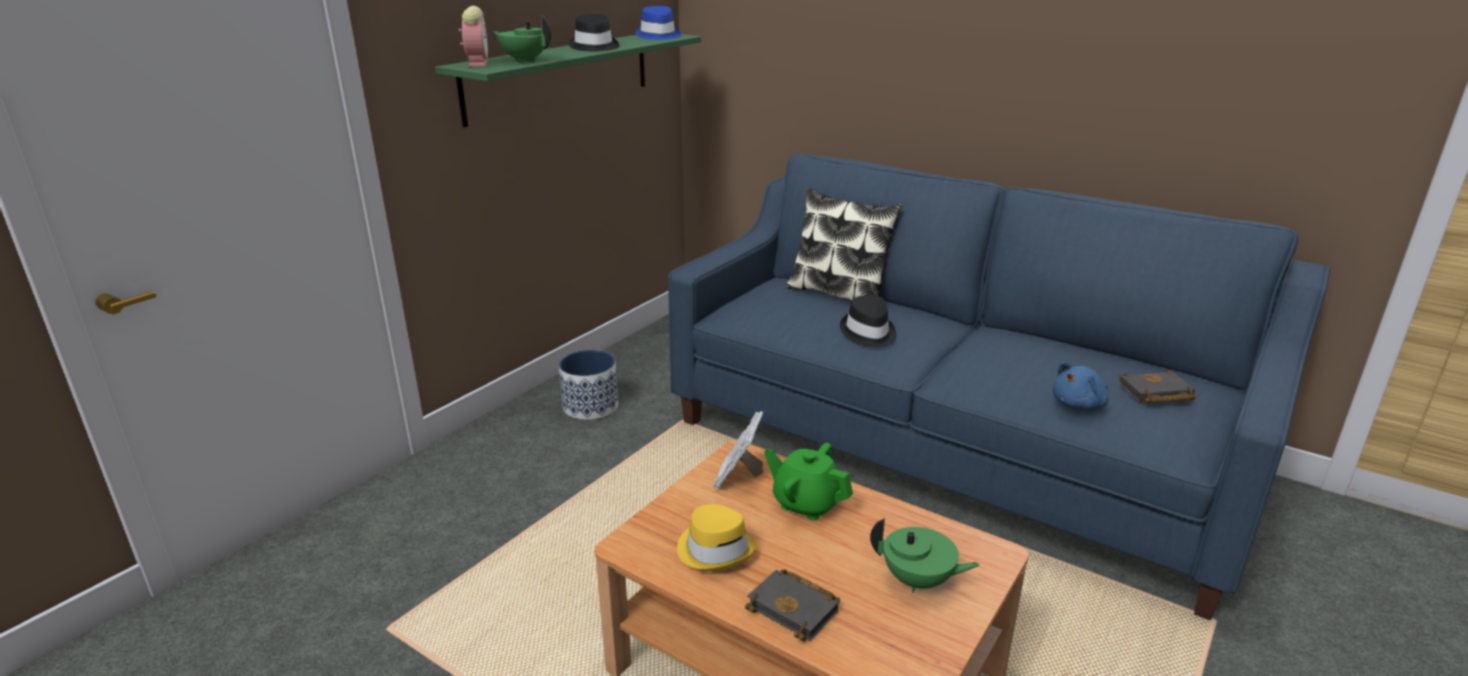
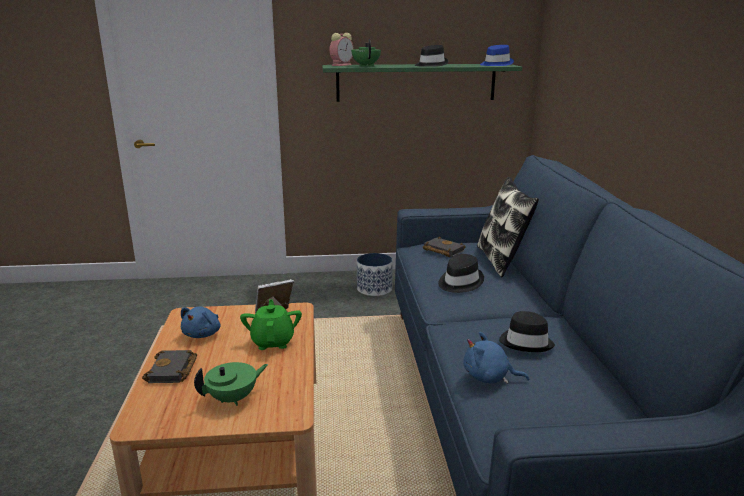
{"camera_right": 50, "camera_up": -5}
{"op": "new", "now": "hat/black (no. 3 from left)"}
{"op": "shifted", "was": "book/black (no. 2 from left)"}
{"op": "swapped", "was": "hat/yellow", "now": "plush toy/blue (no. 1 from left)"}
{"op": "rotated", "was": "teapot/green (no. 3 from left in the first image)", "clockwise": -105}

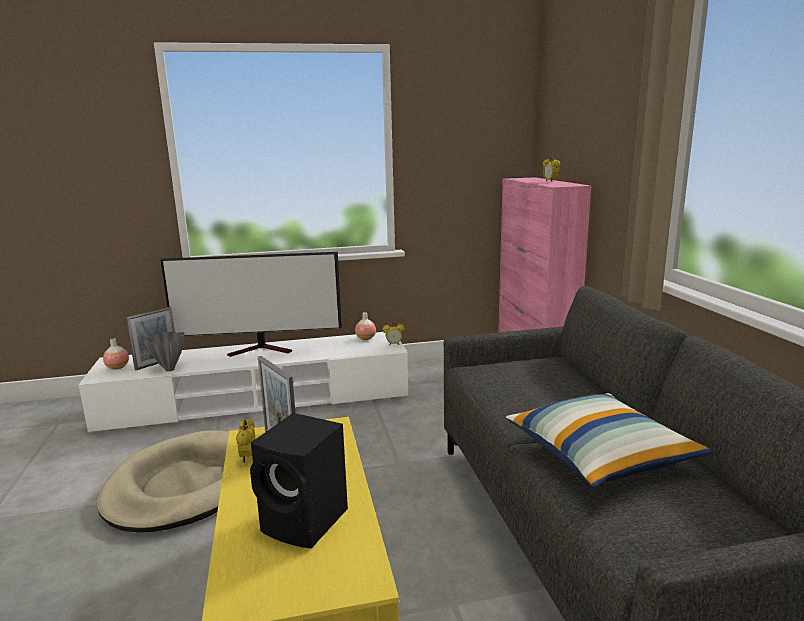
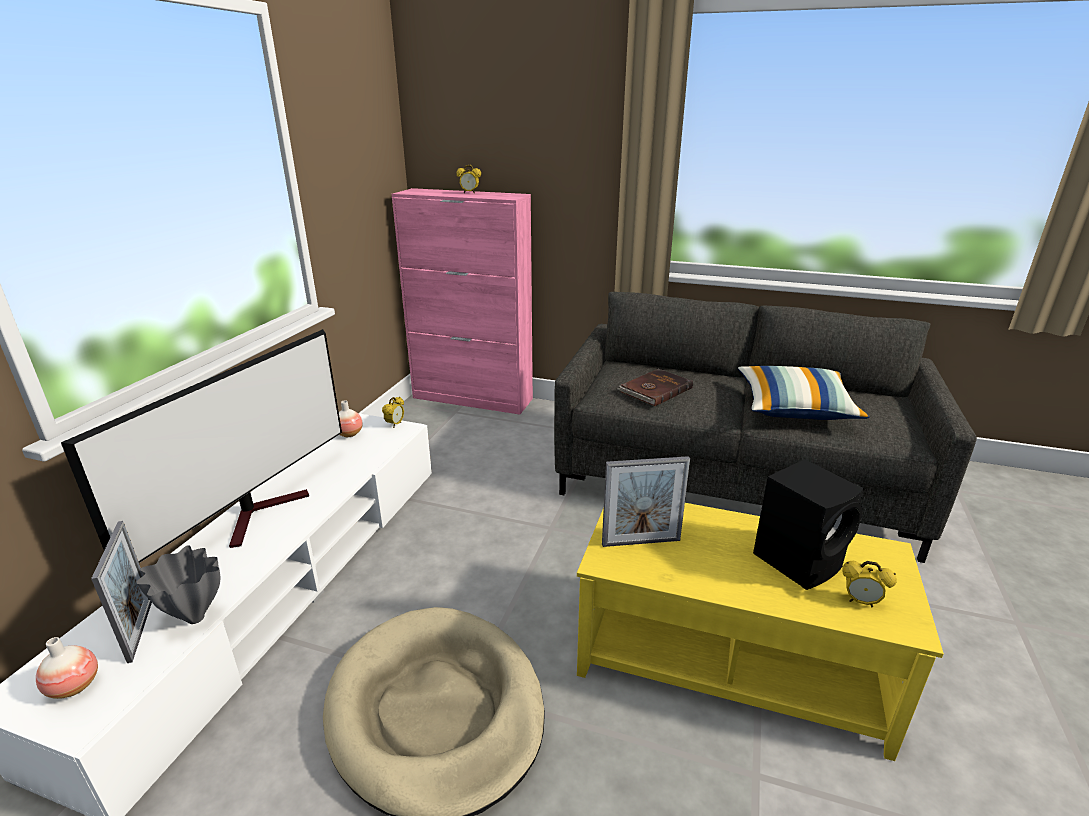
{"camera_right": -60, "camera_up": 10}
{"op": "new", "now": "book/brown"}
{"op": "shifted", "was": "alarm clock (no. 1 from left in the first image)", "now": "alarm clock (no. 3 from left)"}

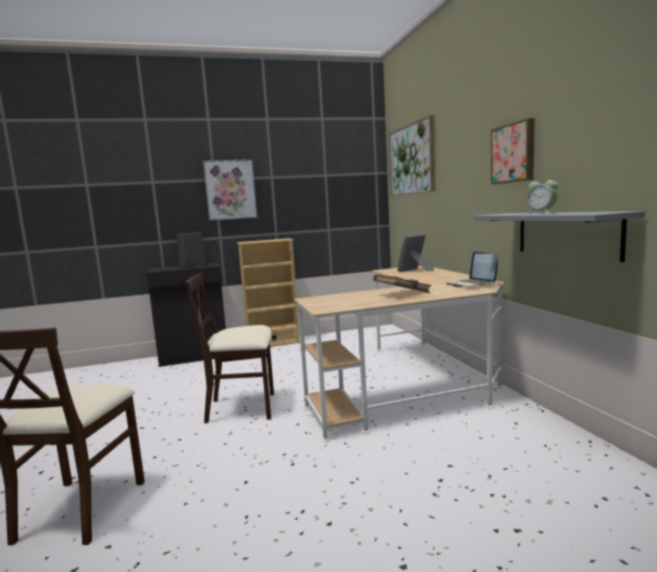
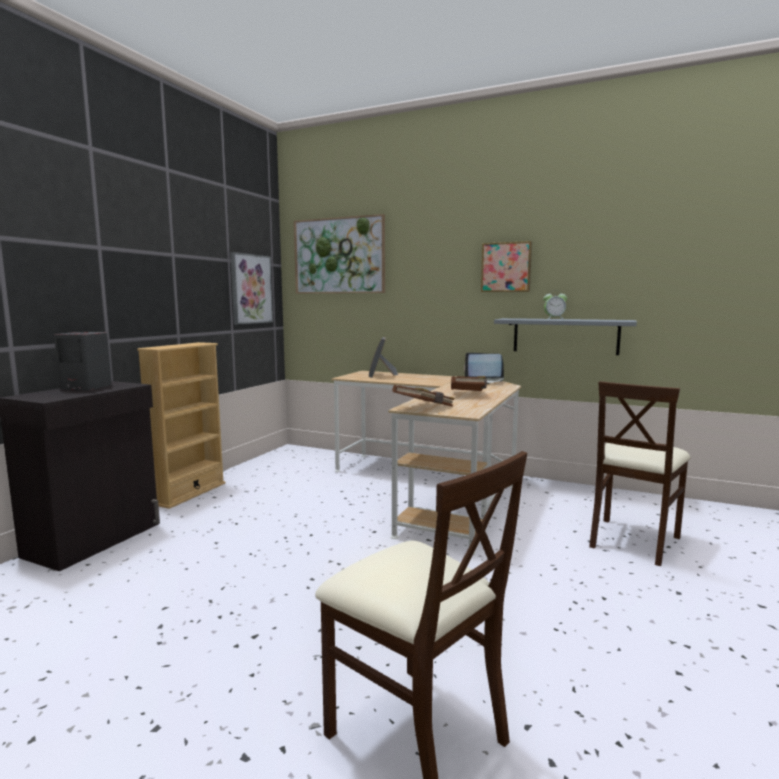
{"camera_right": -50, "camera_up": 0}
{"op": "new", "now": "book/brown (no. 1 from left)"}
{"op": "shifted", "was": "chair/beige (no. 2 from left)"}
{"op": "shifted", "was": "picture (no. 1 from left)"}

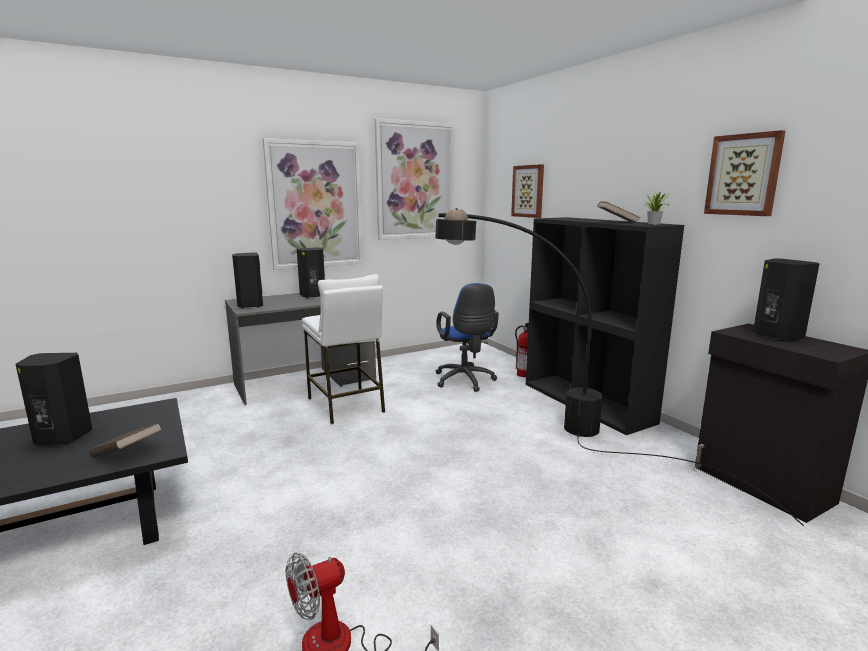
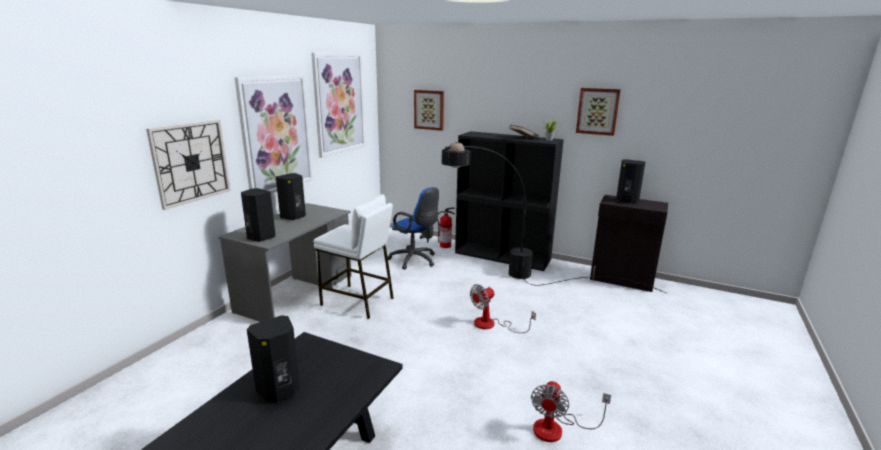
{"camera_right": -35, "camera_up": 5}
{"op": "gone", "was": "book/brown (no. 1 from left)"}
{"op": "new", "now": "wall clock"}
{"op": "new", "now": "fan (no. 1 from left)"}

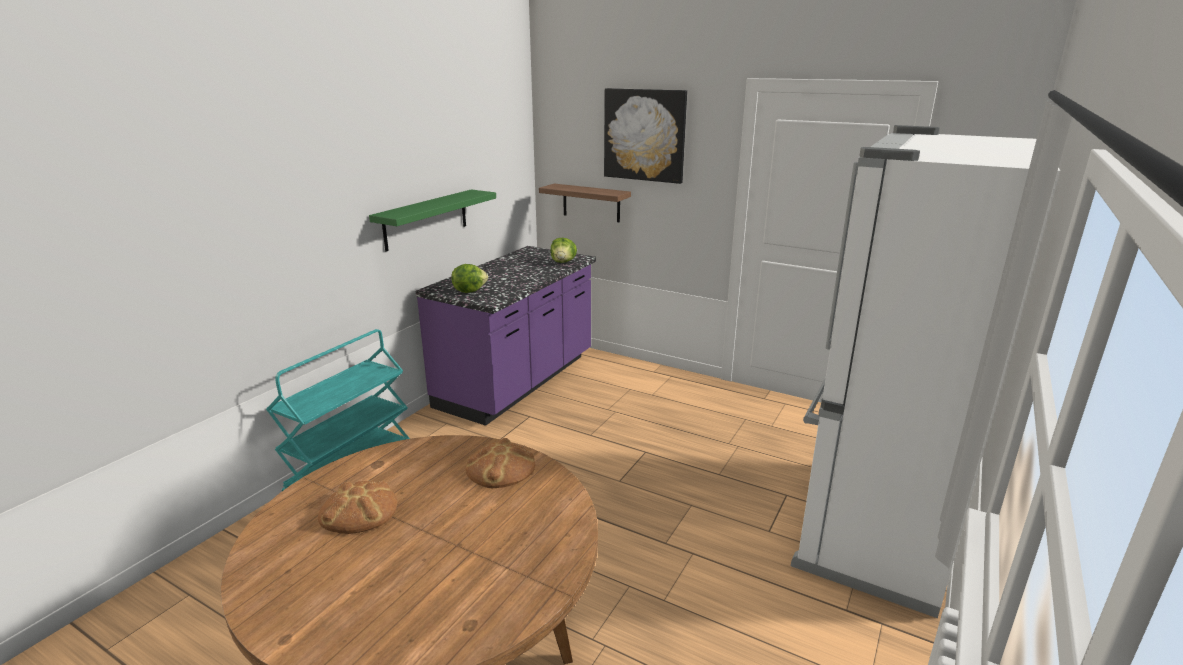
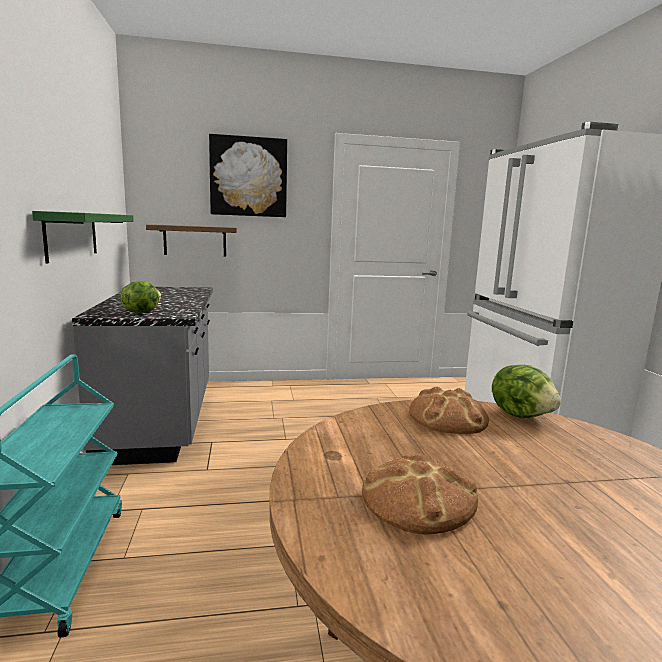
{"camera_right": -40, "camera_up": -10}
{"op": "shifted", "was": "lettuce (no. 2 from left)"}
{"op": "repainted", "was": "counter/purple", "now": "counter/grey"}

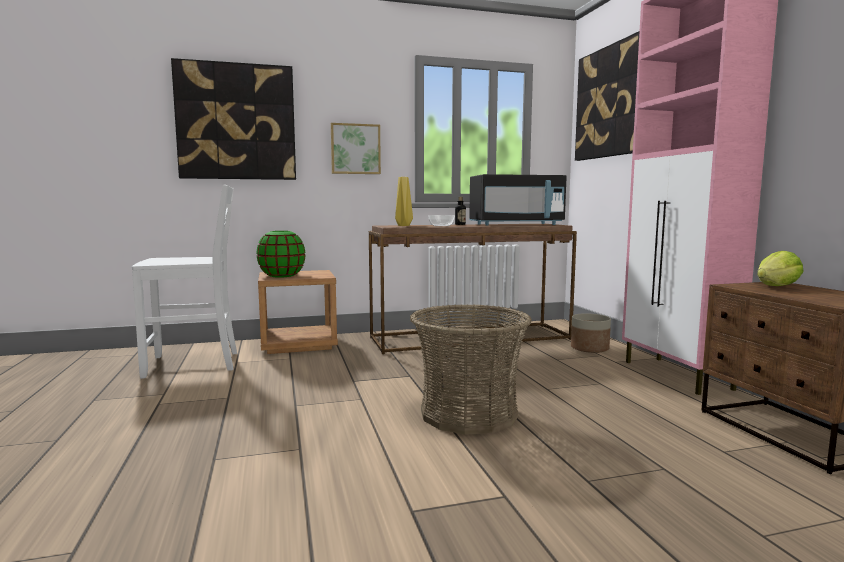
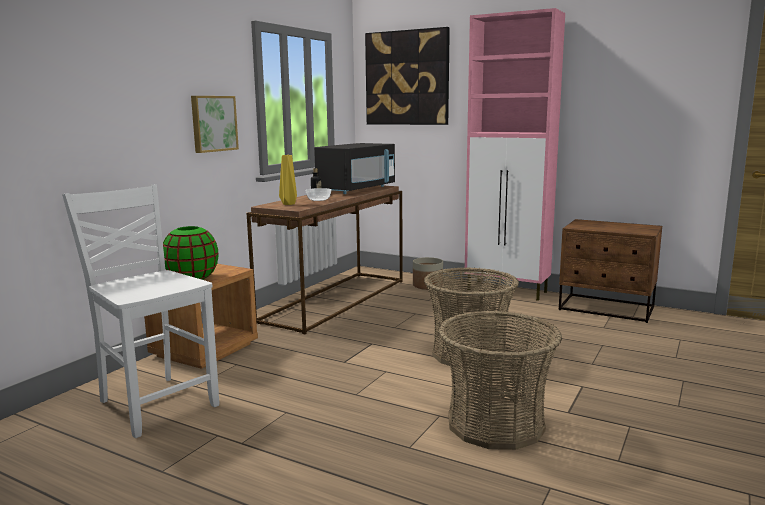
{"camera_right": -45, "camera_up": 5}
{"op": "gone", "was": "picture (no. 1 from left)"}
{"op": "gone", "was": "lettuce"}
{"op": "new", "now": "basket (no. 2 from left)"}
{"op": "rotated", "was": "chair/white", "clockwise": -75}

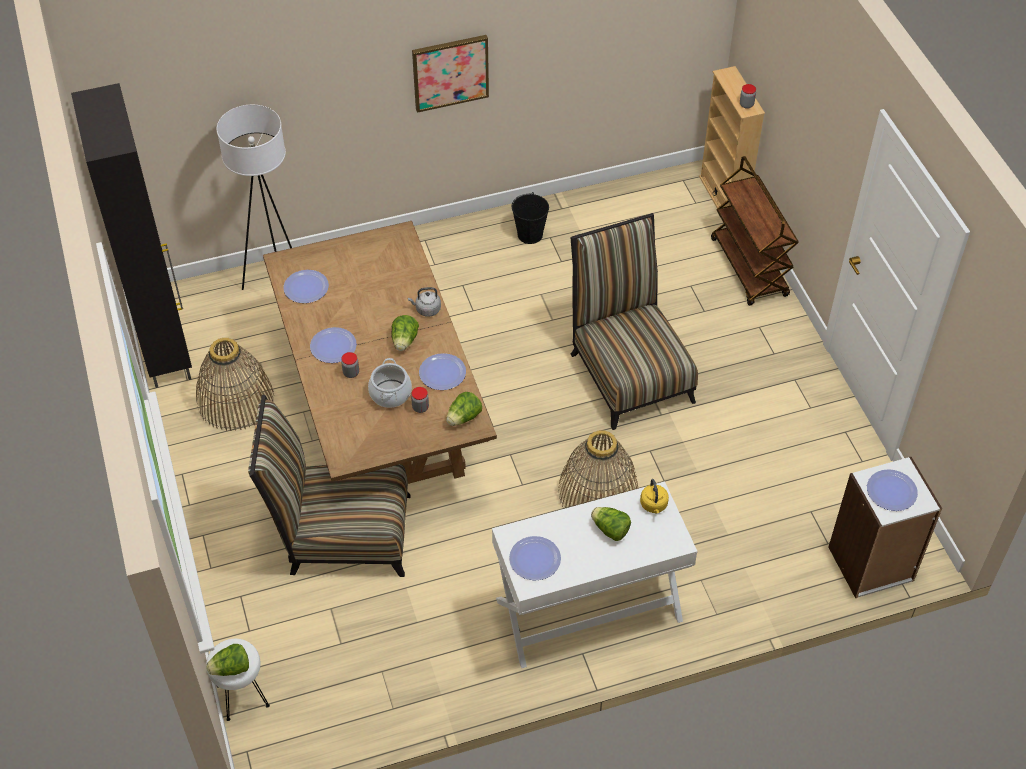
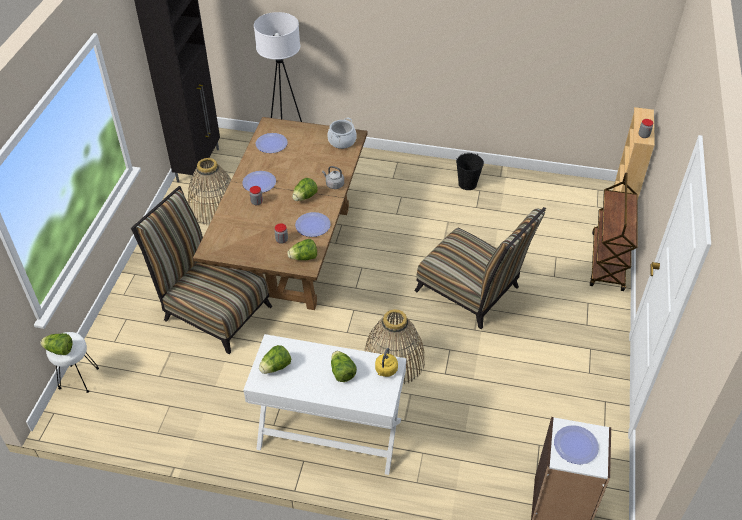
{"camera_right": 30, "camera_up": -5}
{"op": "gone", "was": "picture"}
{"op": "shifted", "was": "cooking pot"}
{"op": "swapped", "was": "plate (no. 4 from left)", "now": "lettuce (no. 2 from left)"}
{"op": "rotated", "was": "chair (no. 2 from left)", "clockwise": 120}

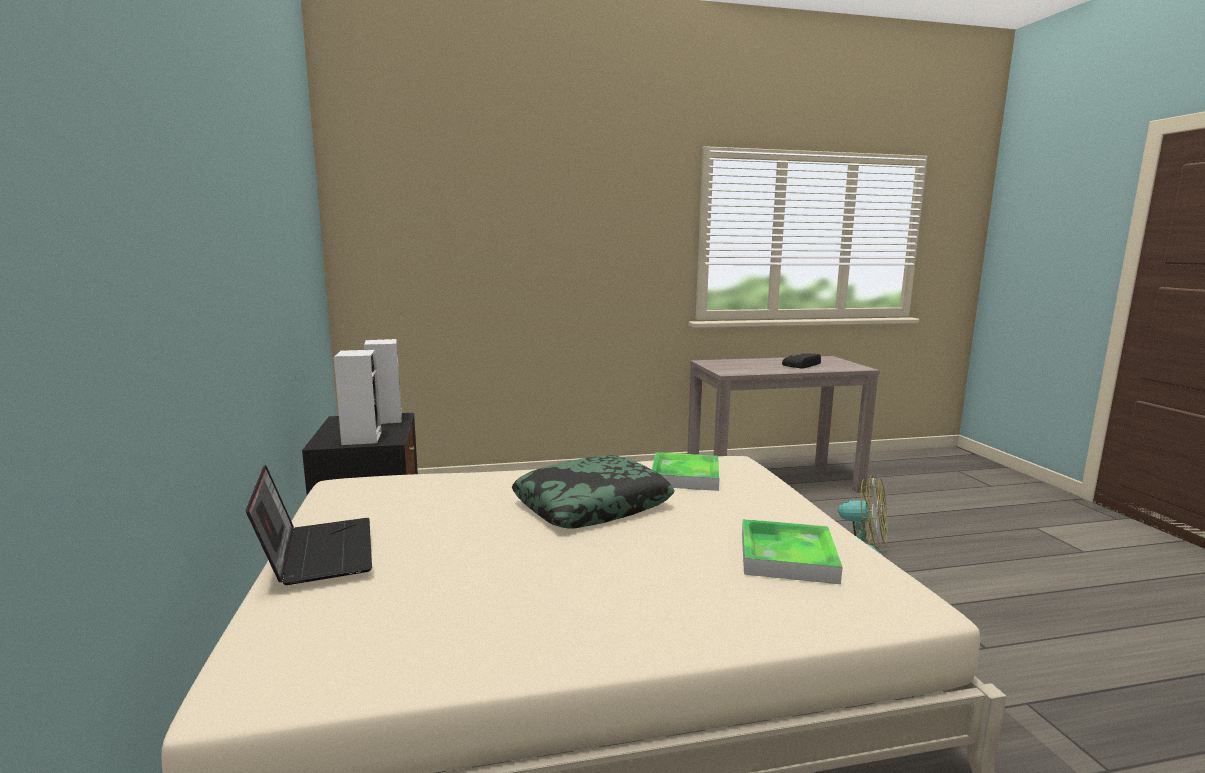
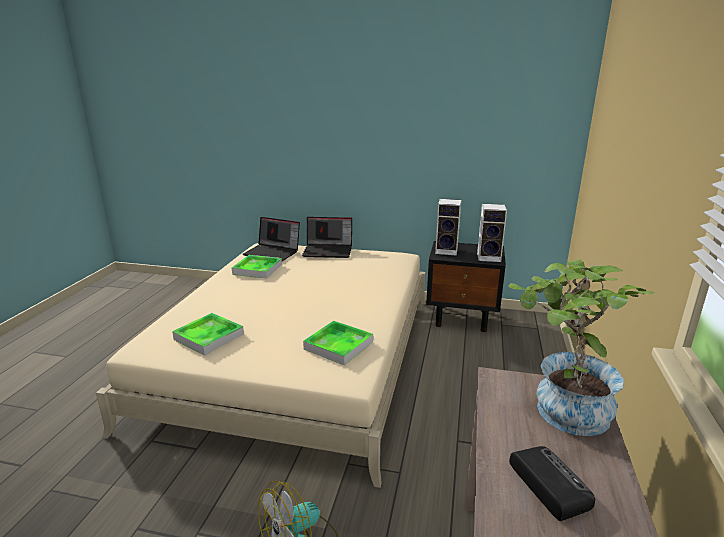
{"camera_right": 115, "camera_up": 10}
{"op": "gone", "was": "pillow"}
{"op": "new", "now": "tray (no. 2 from left)"}
{"op": "new", "now": "laptop (no. 1 from left)"}
{"op": "new", "now": "potted plant"}

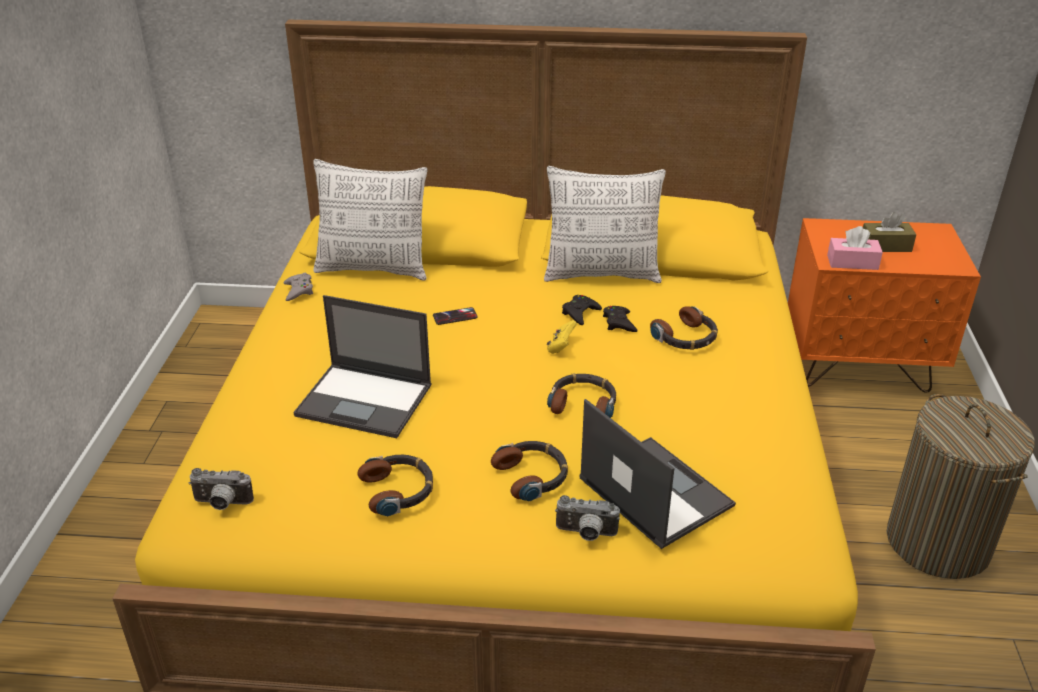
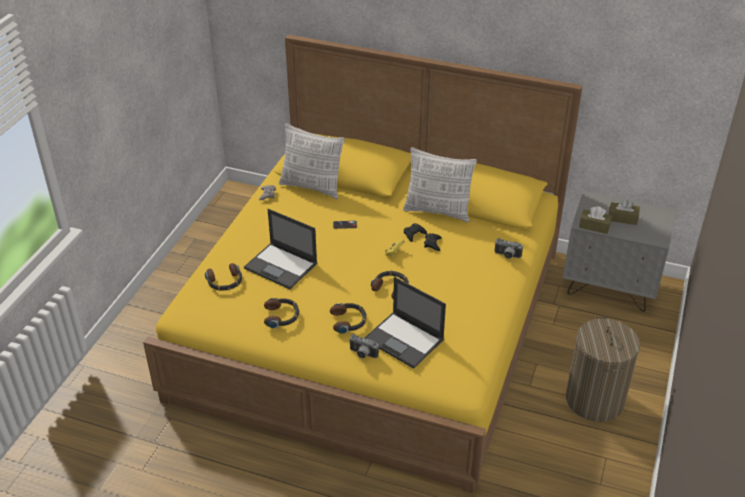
{"camera_right": 15, "camera_up": 5}
{"op": "shifted", "was": "photo camera (no. 1 from left in the first image)", "now": "photo camera (no. 2 from left)"}
{"op": "shifted", "was": "headphones (no. 4 from left in the first image)", "now": "headphones (no. 1 from left)"}
{"op": "repainted", "was": "nightstand/orange", "now": "nightstand/grey"}
{"op": "repainted", "was": "tissue box/pink", "now": "tissue box/brown (no. 1 from left)"}
{"op": "rotated", "was": "laptop (no. 2 from left)", "clockwise": 150}

